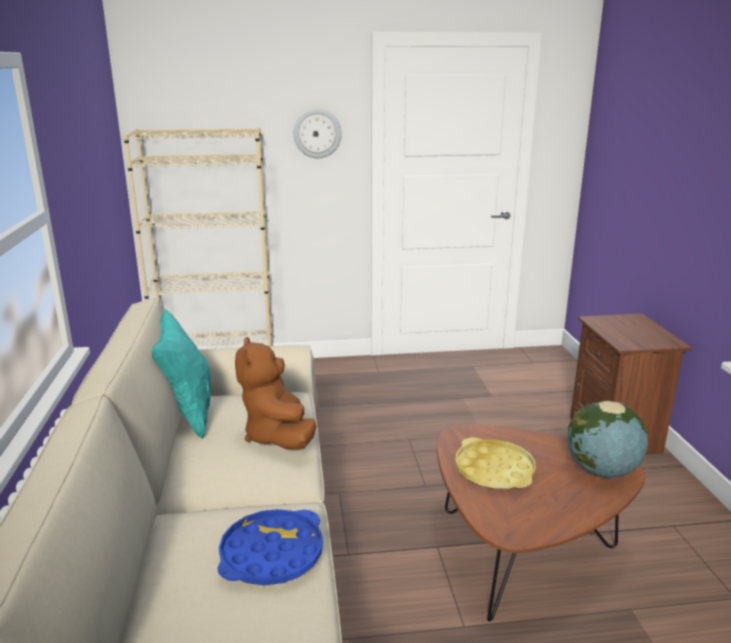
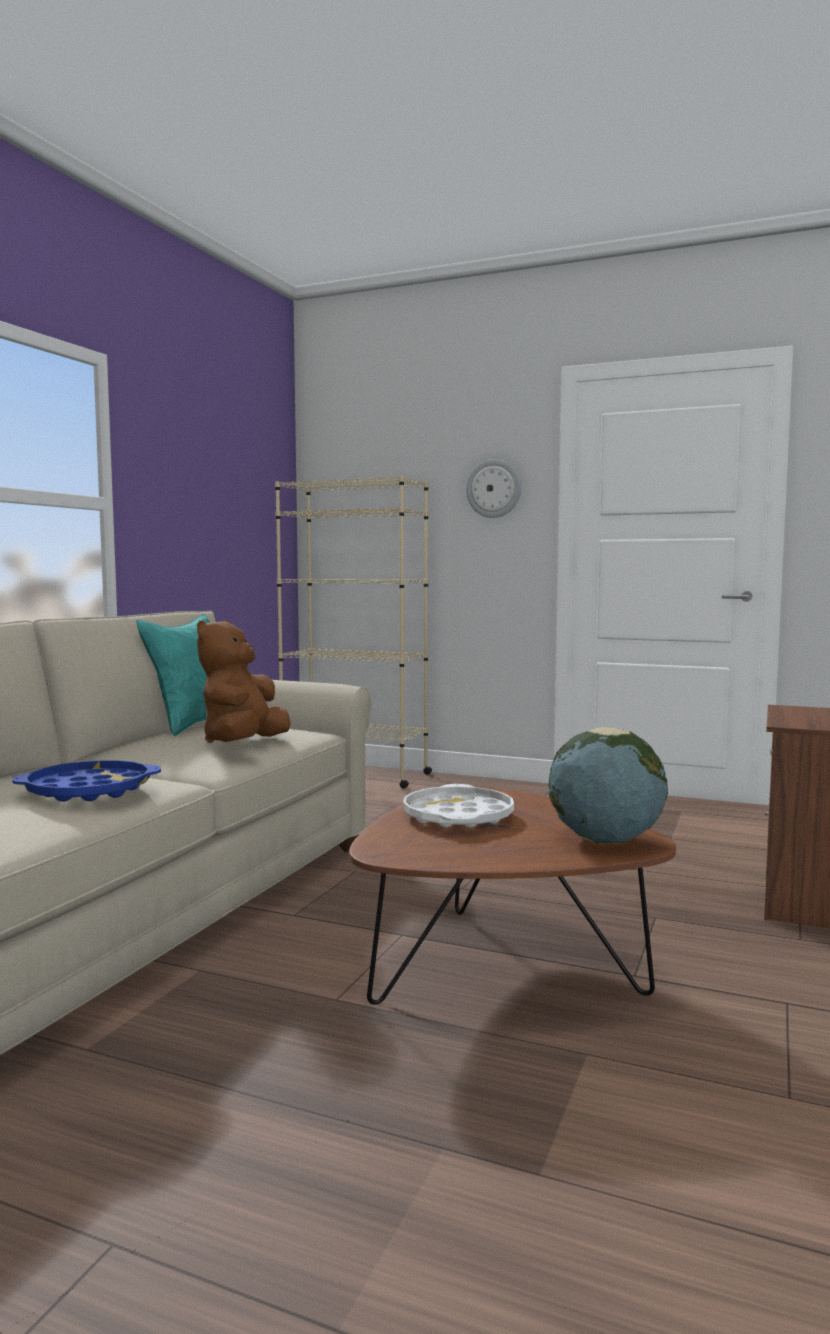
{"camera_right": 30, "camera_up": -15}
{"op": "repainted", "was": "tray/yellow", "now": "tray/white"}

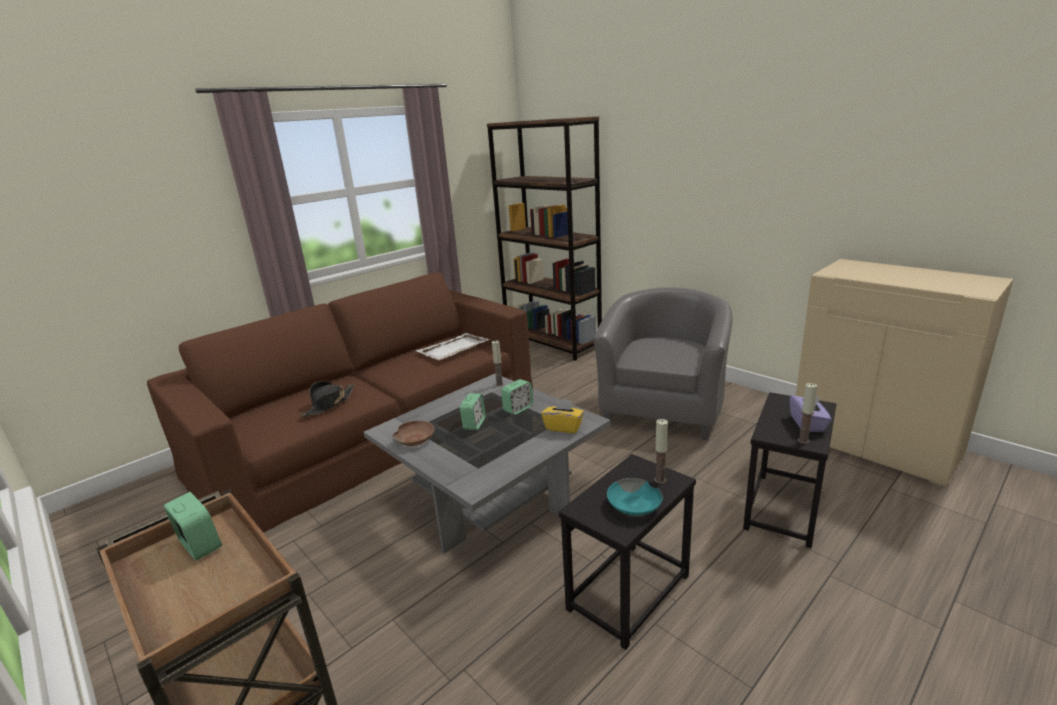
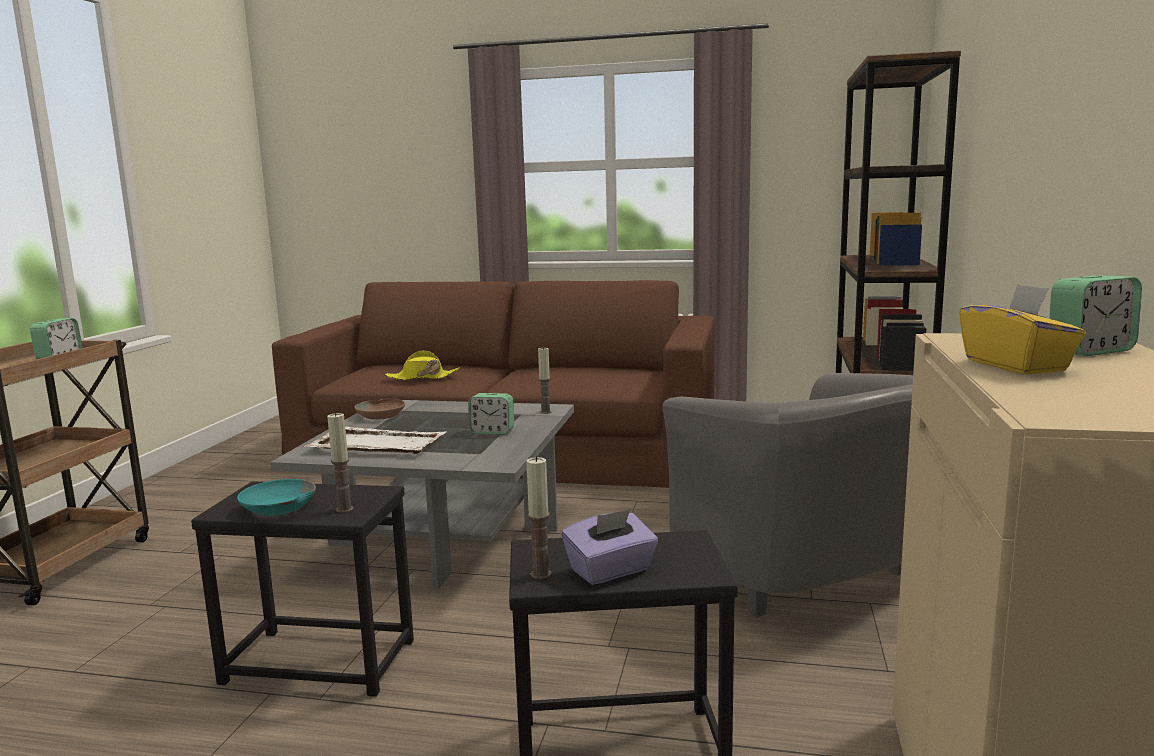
{"camera_right": 55, "camera_up": -10}
{"op": "shifted", "was": "tray/white"}
{"op": "shifted", "was": "alarm clock (no. 2 from left in the first image)", "now": "alarm clock (no. 3 from left)"}
{"op": "shifted", "was": "tissue box/yellow"}
{"op": "repainted", "was": "hat/black", "now": "hat/yellow"}
{"op": "rotated", "was": "armchair/grey", "clockwise": 75}

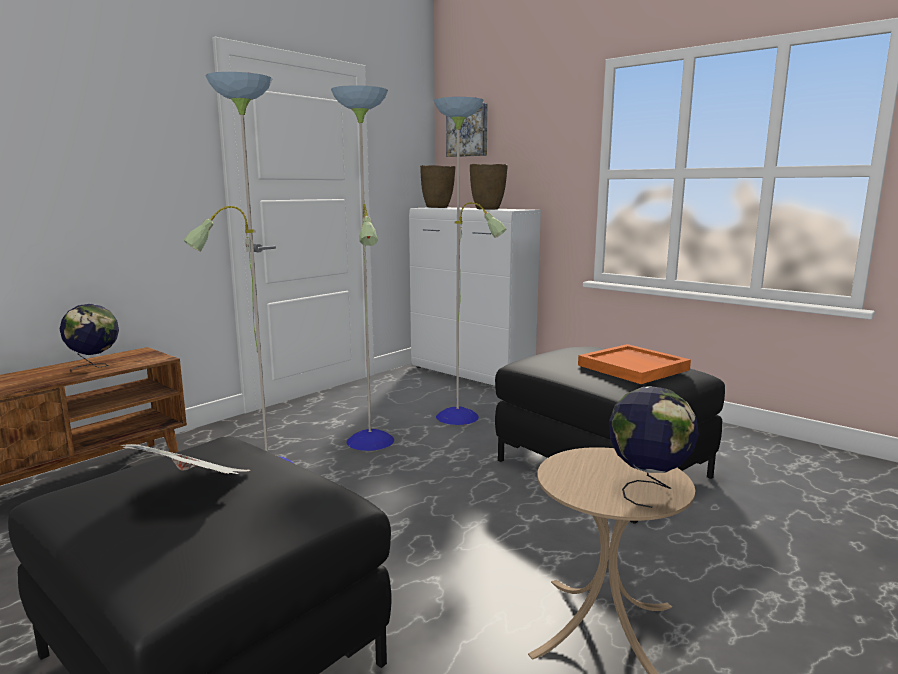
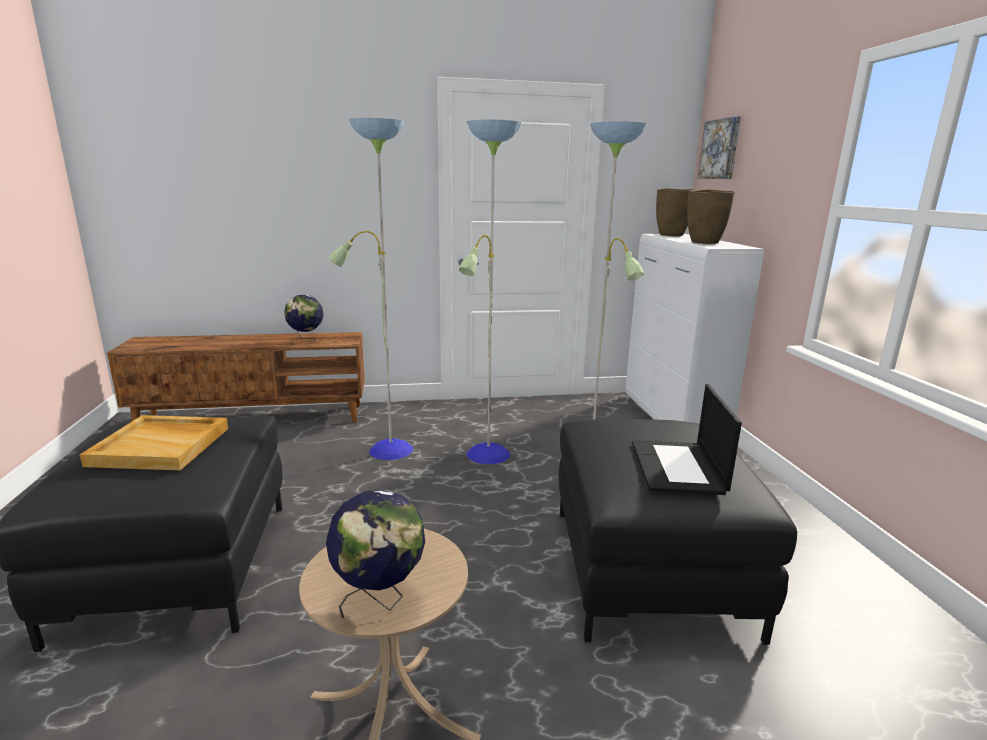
{"camera_right": 40, "camera_up": 5}
{"op": "swapped", "was": "newspaper", "now": "tray/beige"}
{"op": "swapped", "was": "tray/orange", "now": "laptop"}

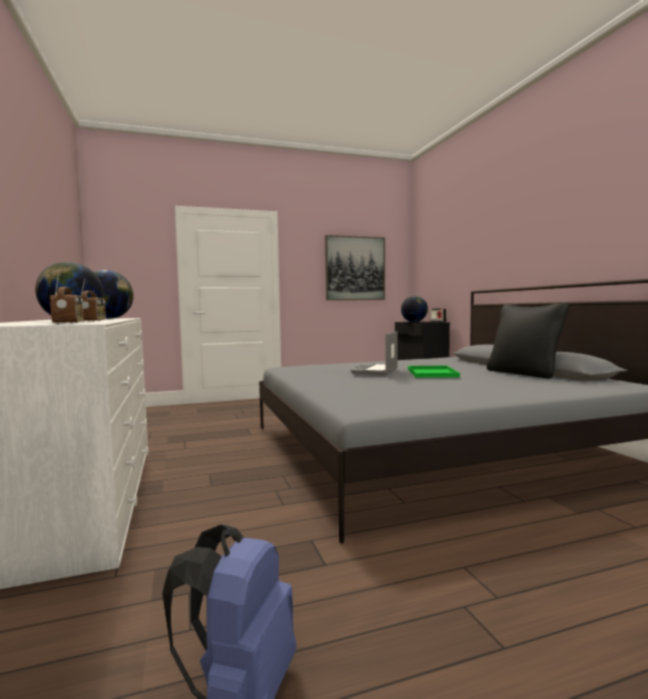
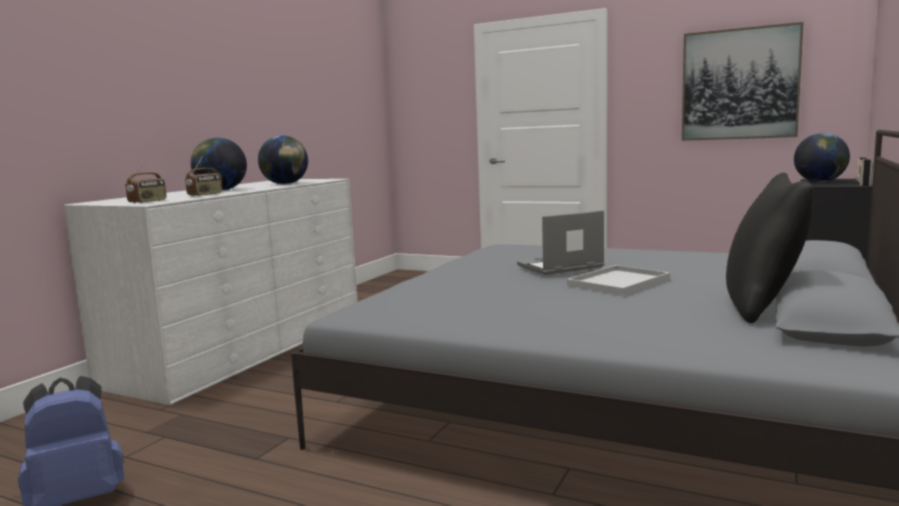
{"camera_right": 45, "camera_up": 5}
{"op": "repainted", "was": "tray/green", "now": "tray/white"}

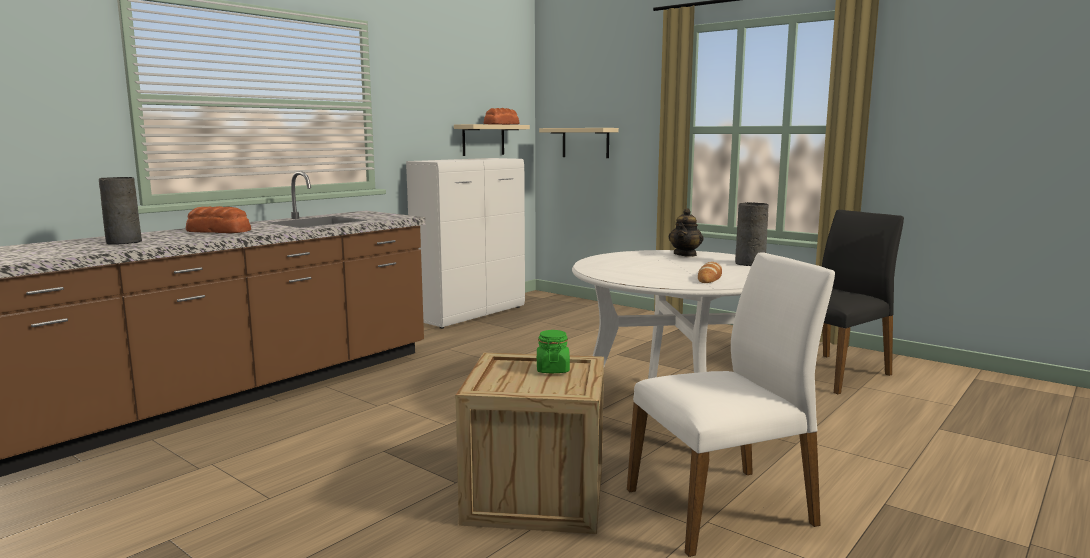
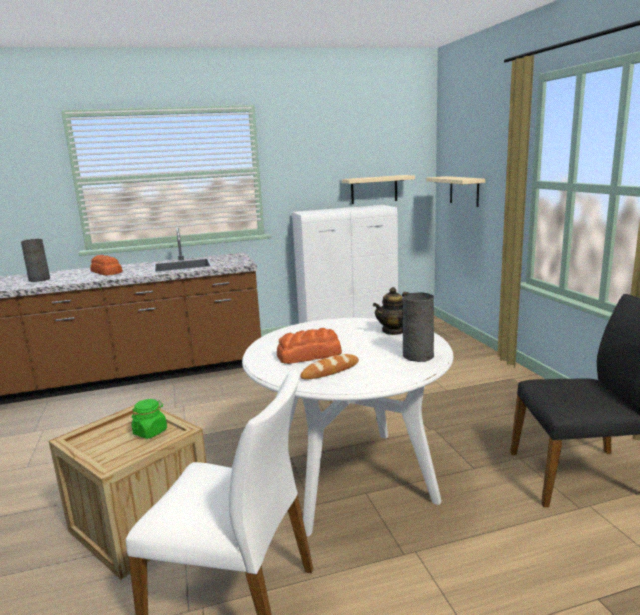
{"camera_right": 35, "camera_up": 5}
{"op": "shifted", "was": "bread (no. 2 from left)"}

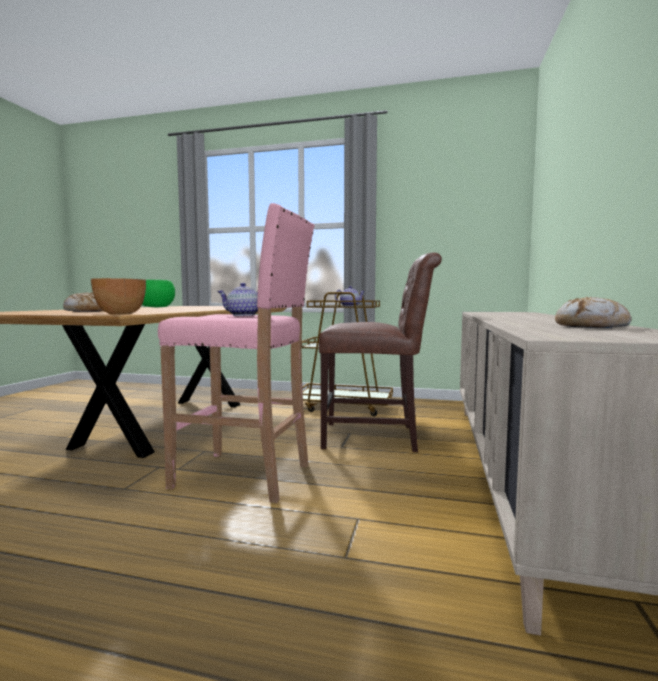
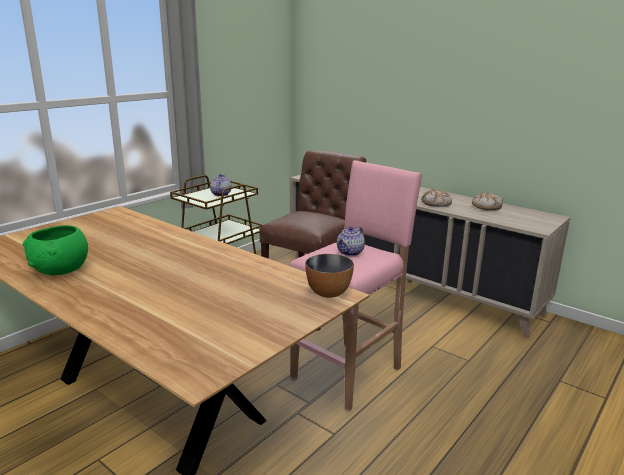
{"camera_right": -65, "camera_up": 15}
{"op": "shifted", "was": "bread (no. 1 from left)"}

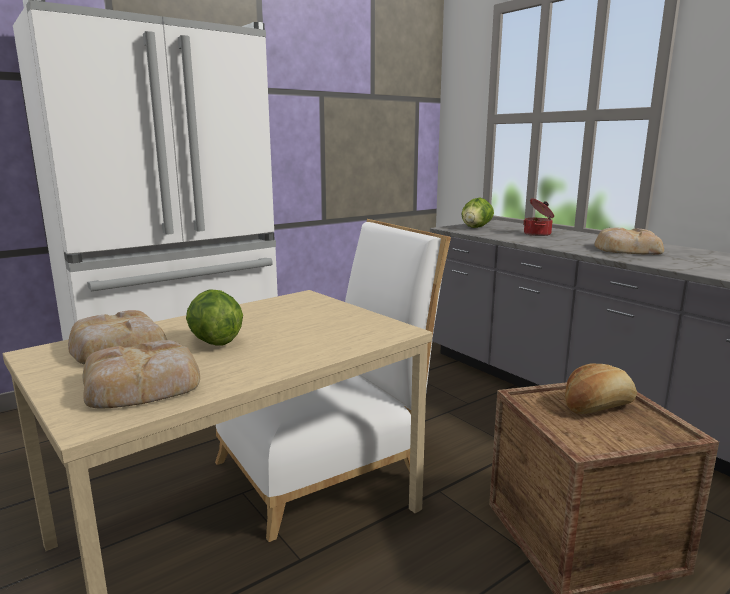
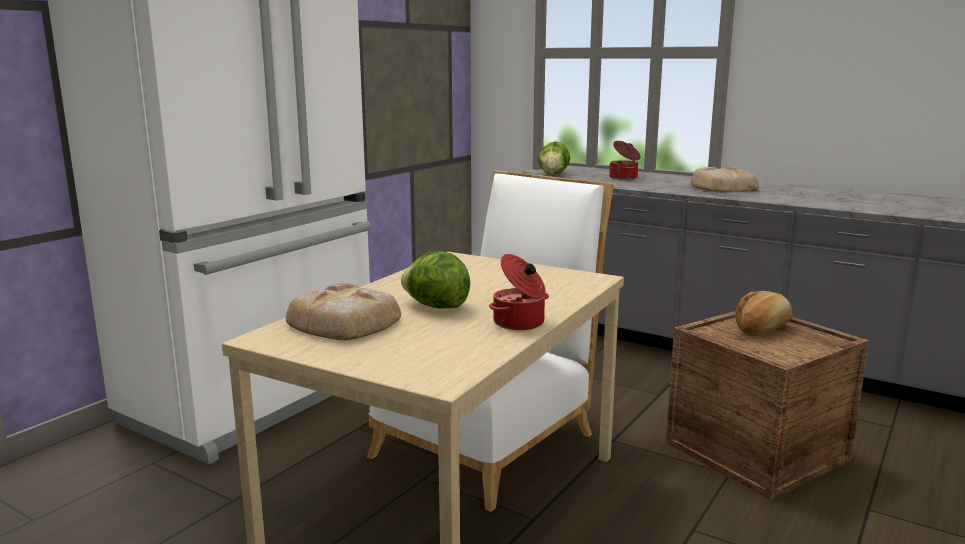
{"camera_right": -20, "camera_up": 0}
{"op": "gone", "was": "bread (no. 2 from left)"}
{"op": "new", "now": "cooking pot (no. 1 from left)"}

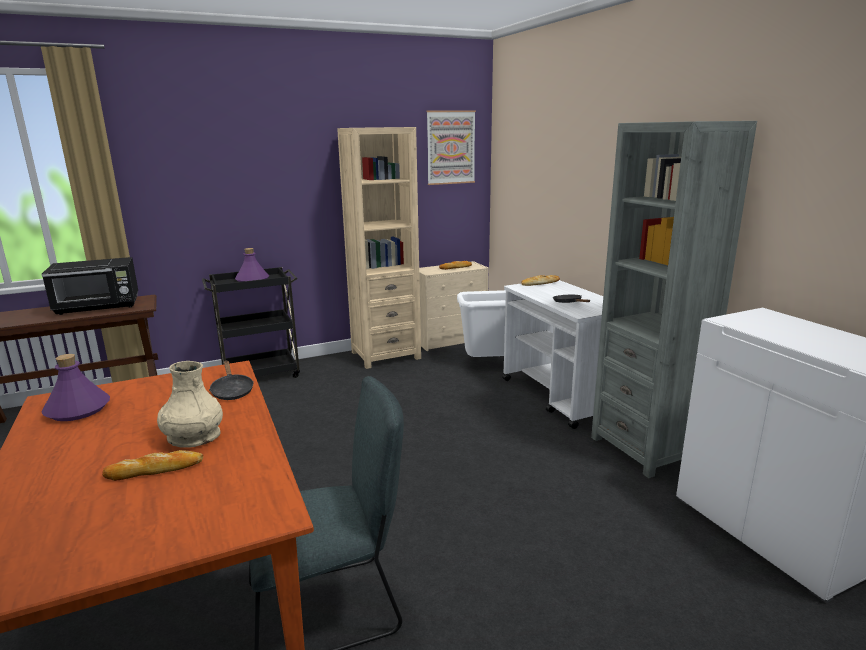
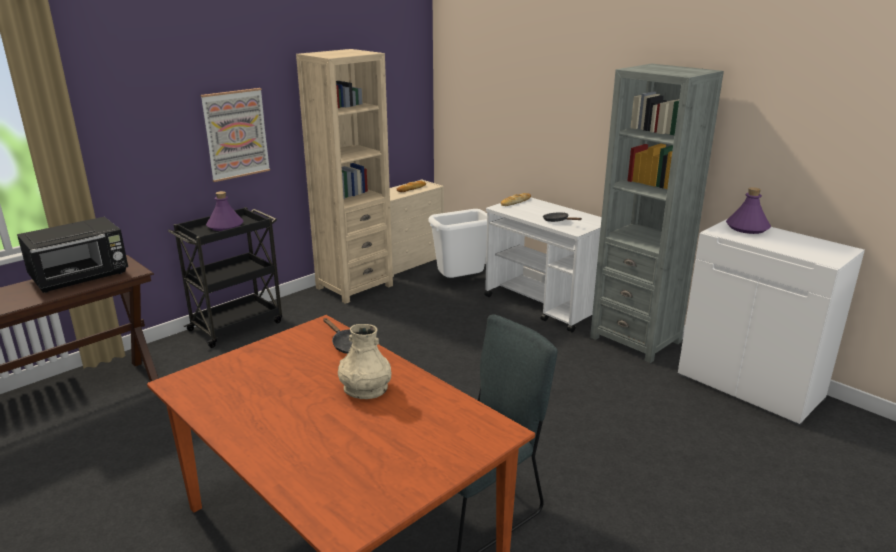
{"camera_right": -20, "camera_up": 5}
{"op": "gone", "was": "bread (no. 1 from left)"}
{"op": "shifted", "was": "bottle/purple (no. 1 from left in the first image)", "now": "bottle/purple (no. 2 from left)"}
{"op": "shifted", "was": "picture"}

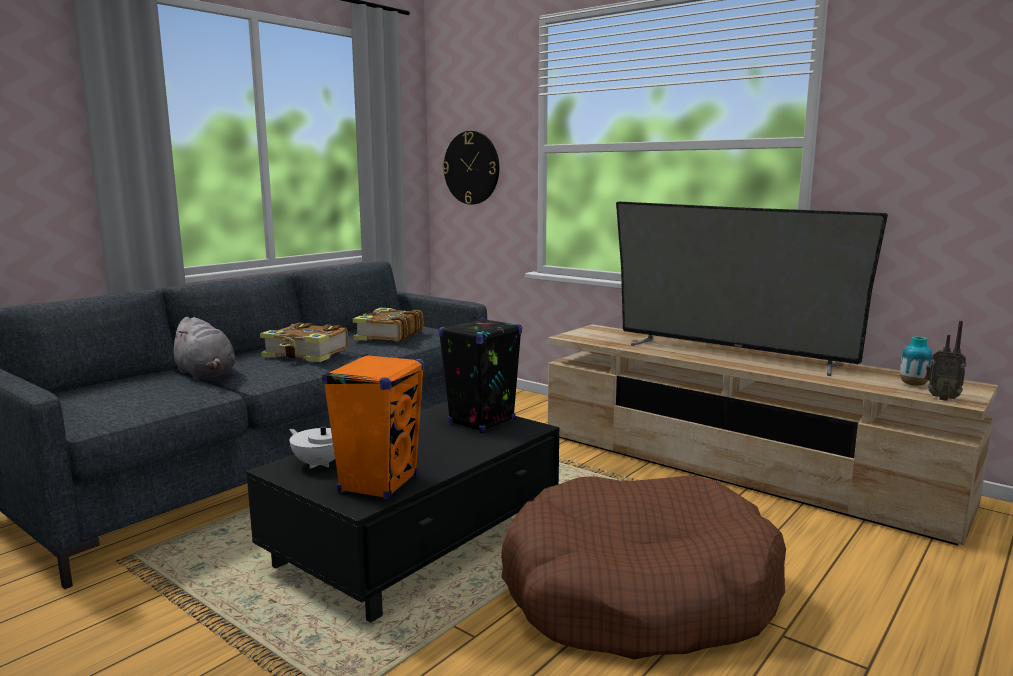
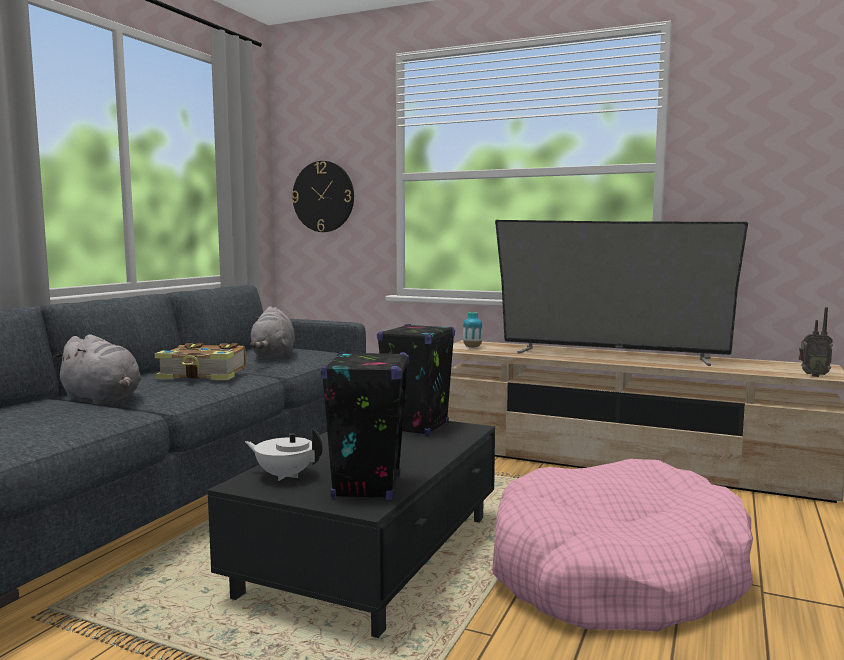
{"camera_right": -15, "camera_up": -5}
{"op": "shifted", "was": "vase"}
{"op": "swapped", "was": "book (no. 2 from left)", "now": "plush toy/grey (no. 2 from left)"}
{"op": "repainted", "was": "speaker/orange", "now": "speaker/black (no. 1 from left)"}
{"op": "repainted", "was": "dog bed/brown", "now": "dog bed/pink"}

